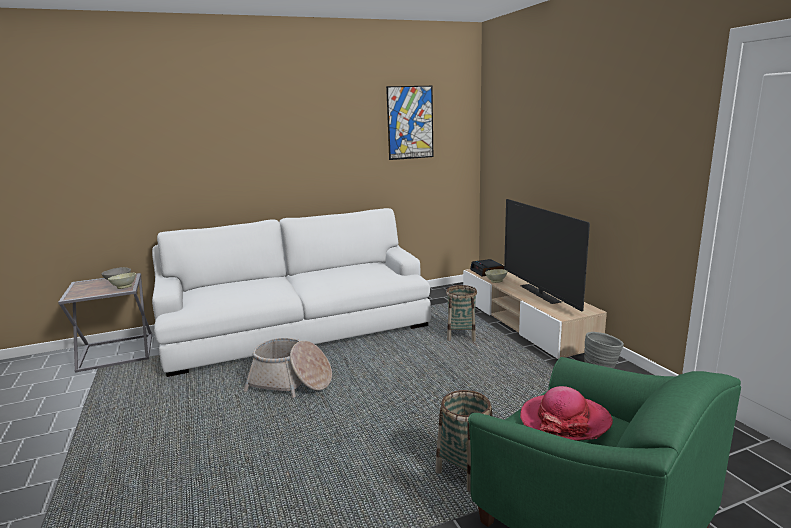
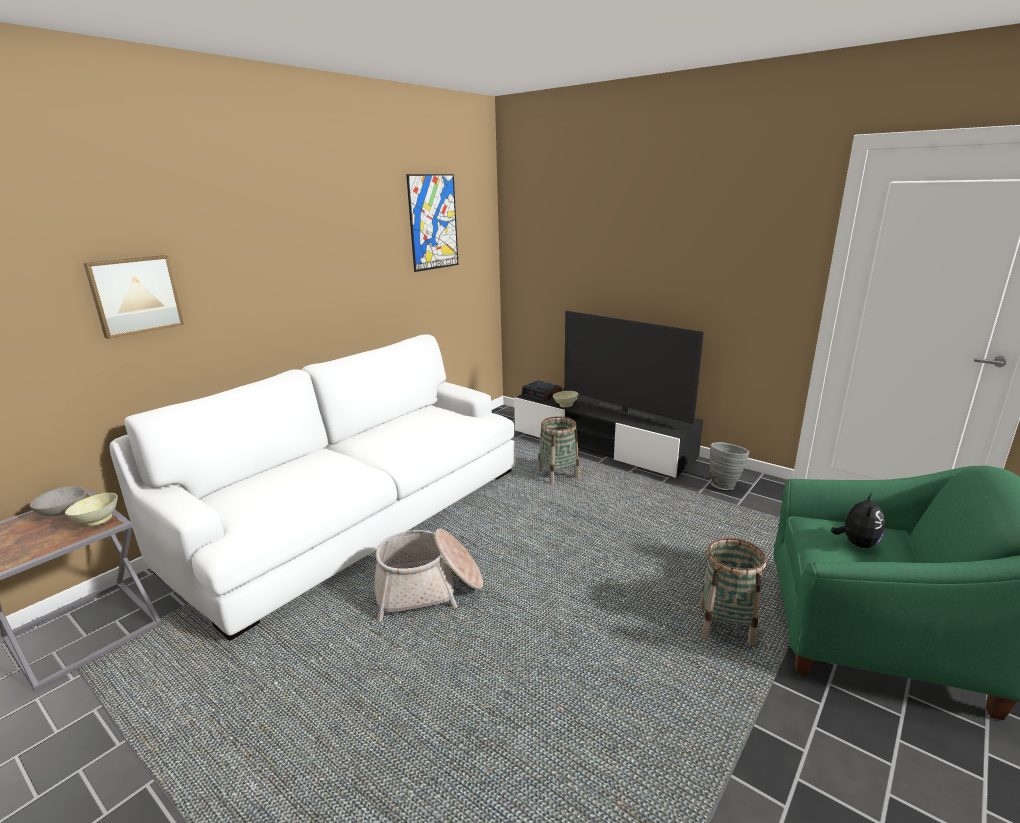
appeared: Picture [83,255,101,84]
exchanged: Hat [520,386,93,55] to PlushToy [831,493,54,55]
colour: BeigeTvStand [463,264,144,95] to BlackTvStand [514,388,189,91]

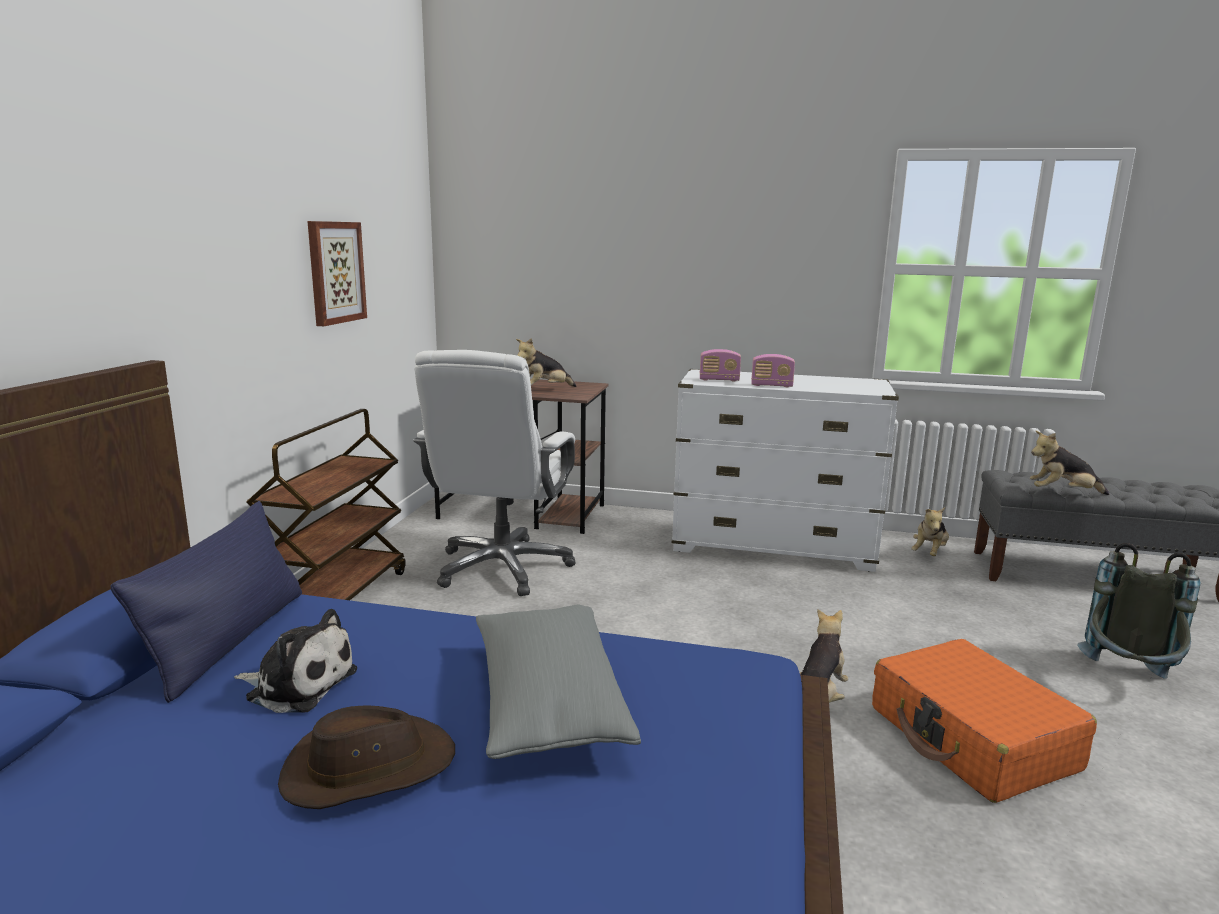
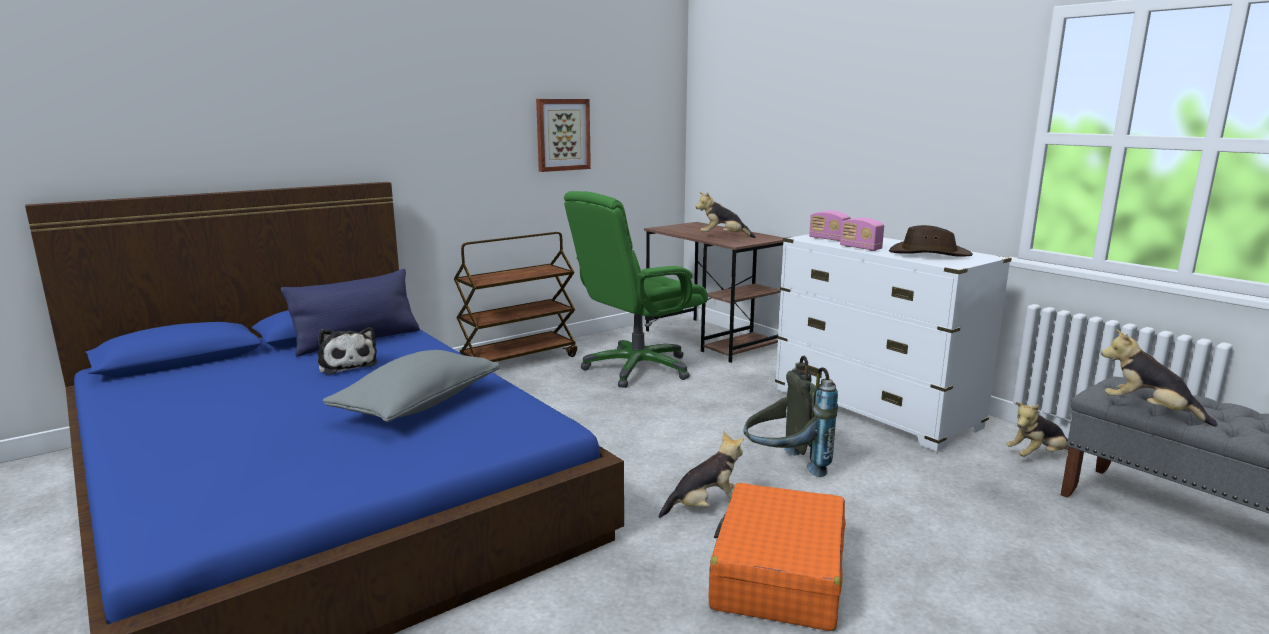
relocated: BrownHat [278,706,177,103] to [889,225,84,32]; GreyBackpack [1077,543,124,135] to [743,356,95,121]
colour: WhiteOfficeChair [413,350,163,246] to GreenOfficeChair [564,191,144,197]

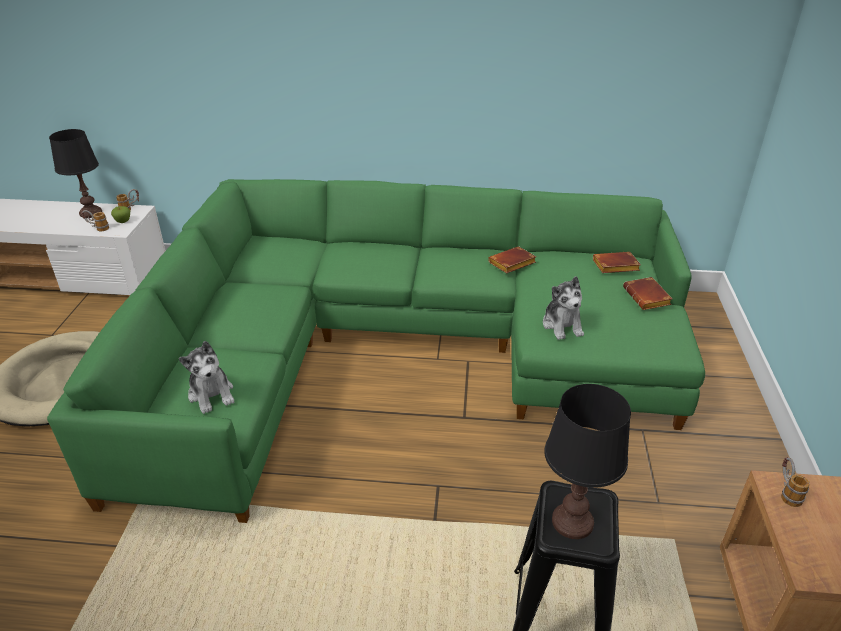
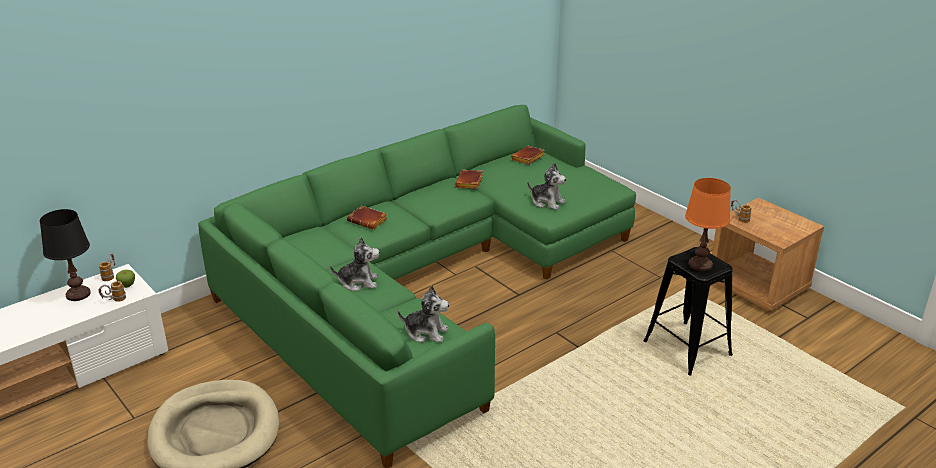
appeared: PlushToy [330,237,50,54]
relocated: BrownBook [623,277,49,33] to [347,206,41,24]
colour: BlackTableLamp [544,384,87,155] to OrangeTableLamp [685,178,46,93]

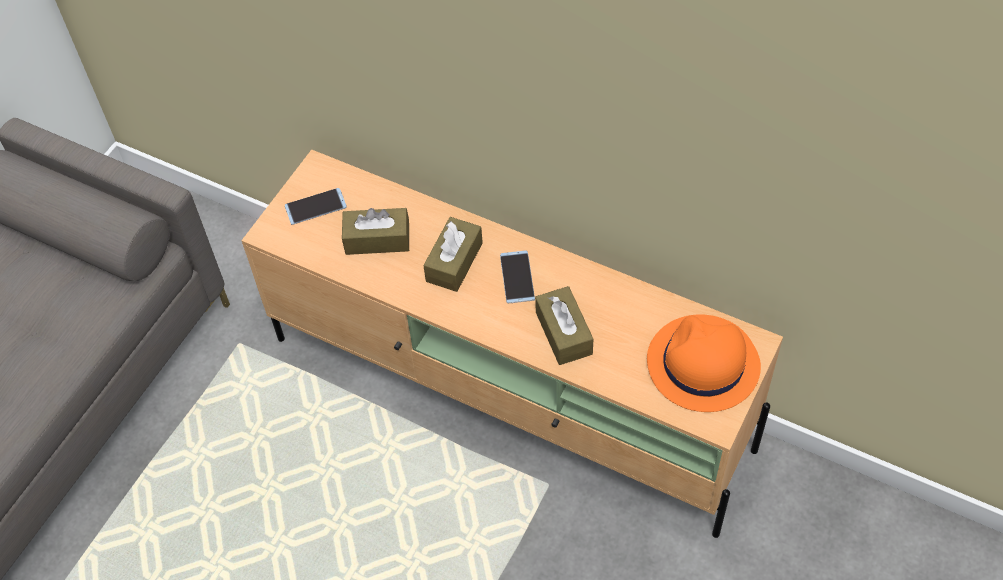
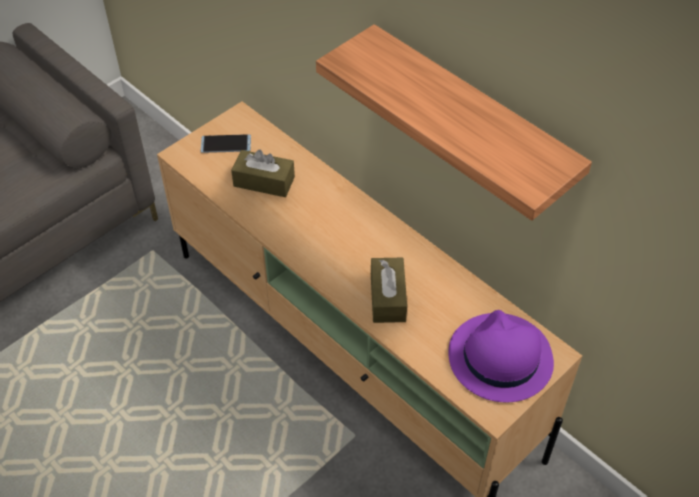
missing: BrownTissueBox [423,217,60,75]; Phone [500,251,35,52]
appeared: Shelf [316,24,276,197]
colour: OrangeHat [647,315,114,97] to PurpleHat [449,310,105,93]

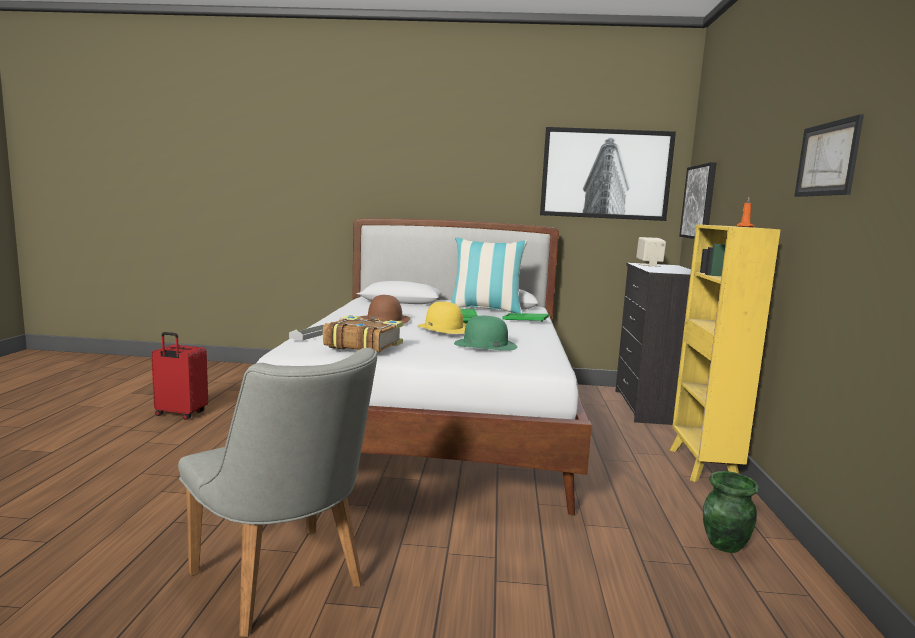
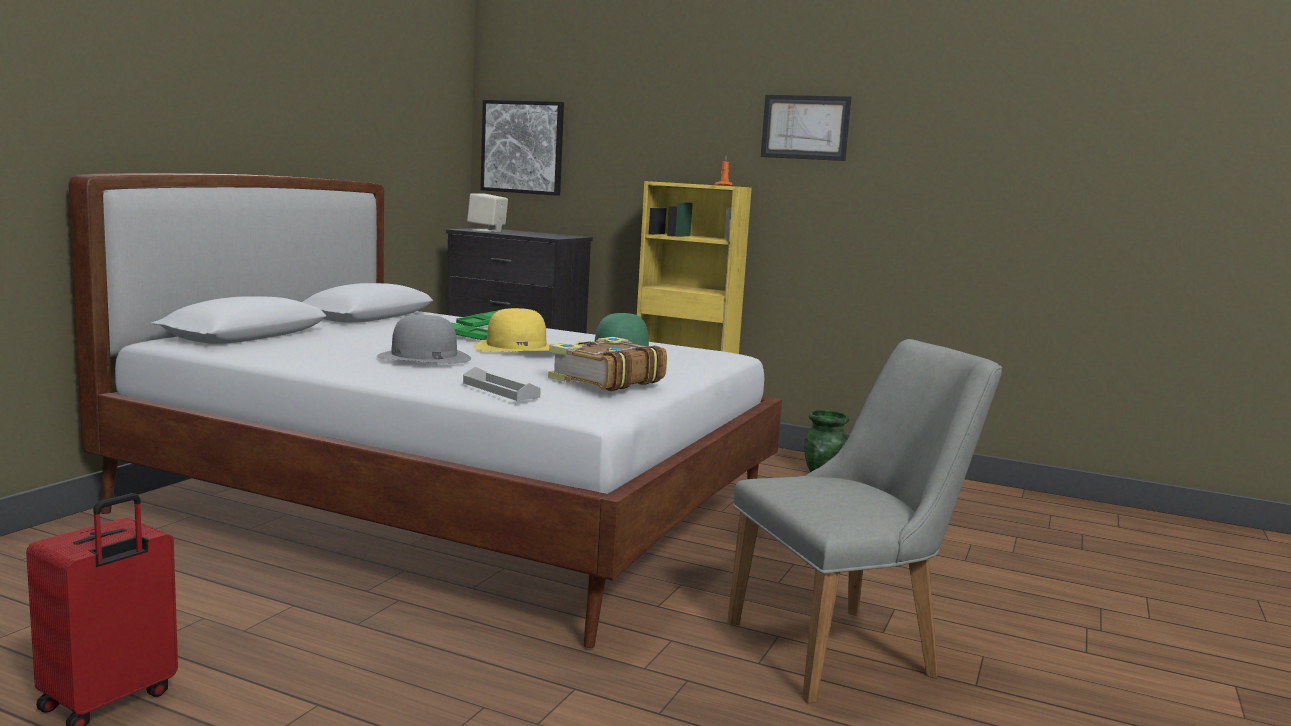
missing: Pillow [451,237,76,76]; Picture [540,127,136,94]
colour: BrownHat [360,295,50,29] to GreyHat [377,315,94,49]

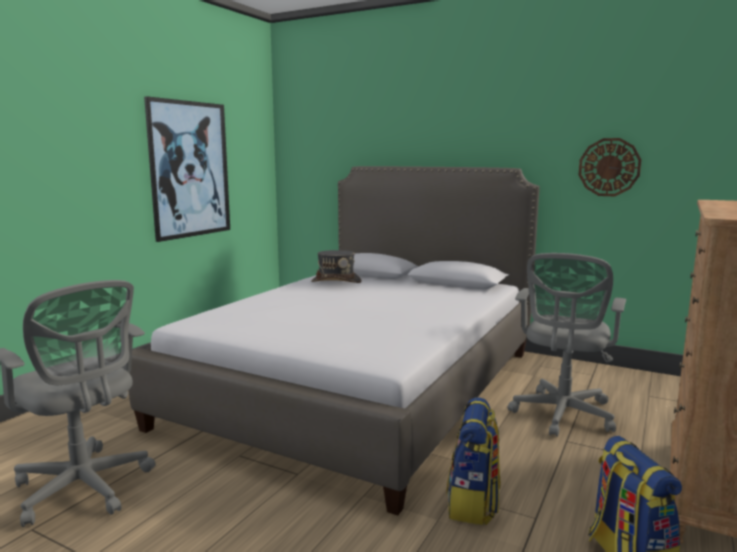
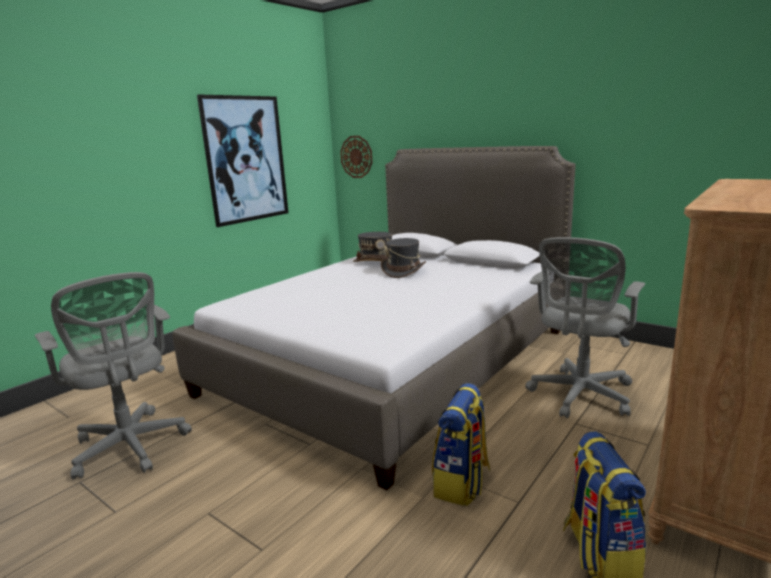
appeared: GreyHat [381,238,45,40]
relocated: WallClock [579,138,62,58] to [340,136,32,42]

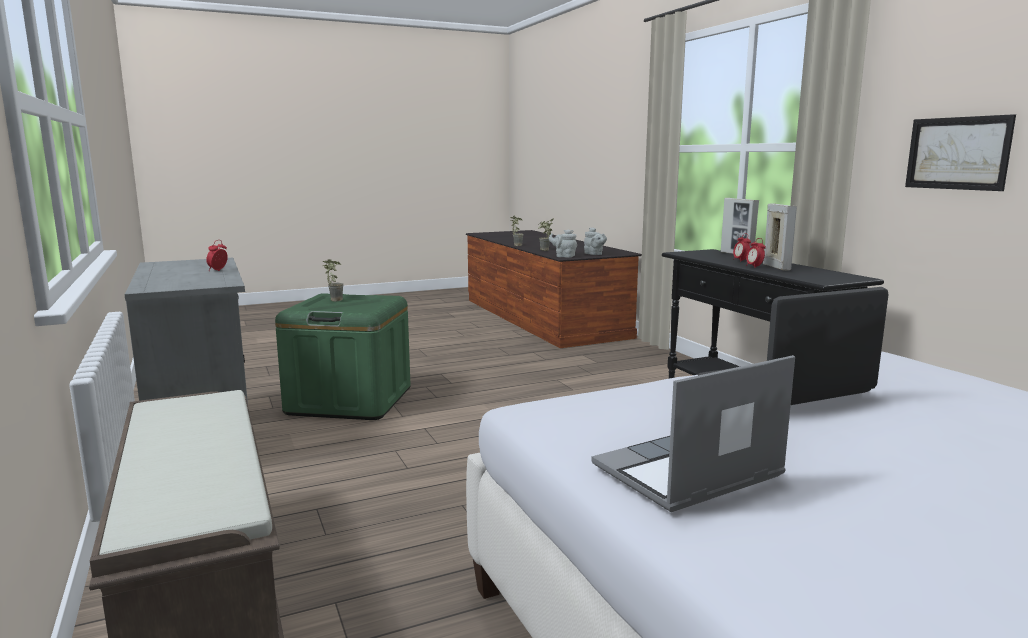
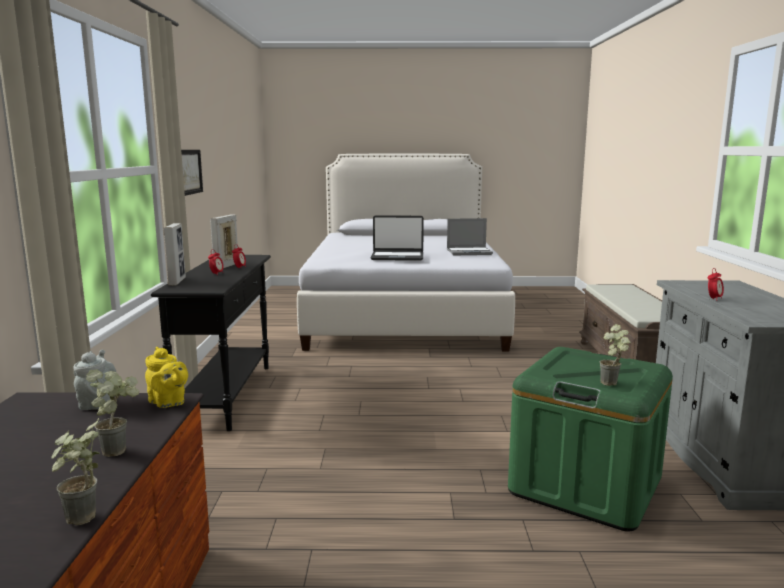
colour: GreyTeapot [549,229,28,29] to YellowTeapot [145,347,43,61]

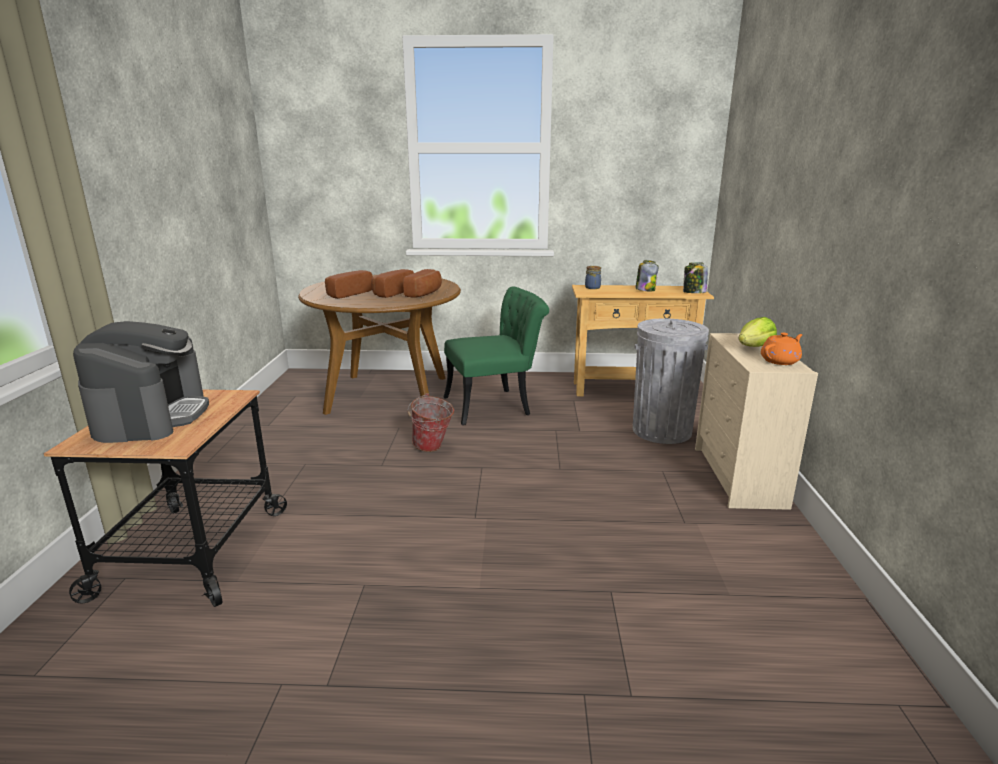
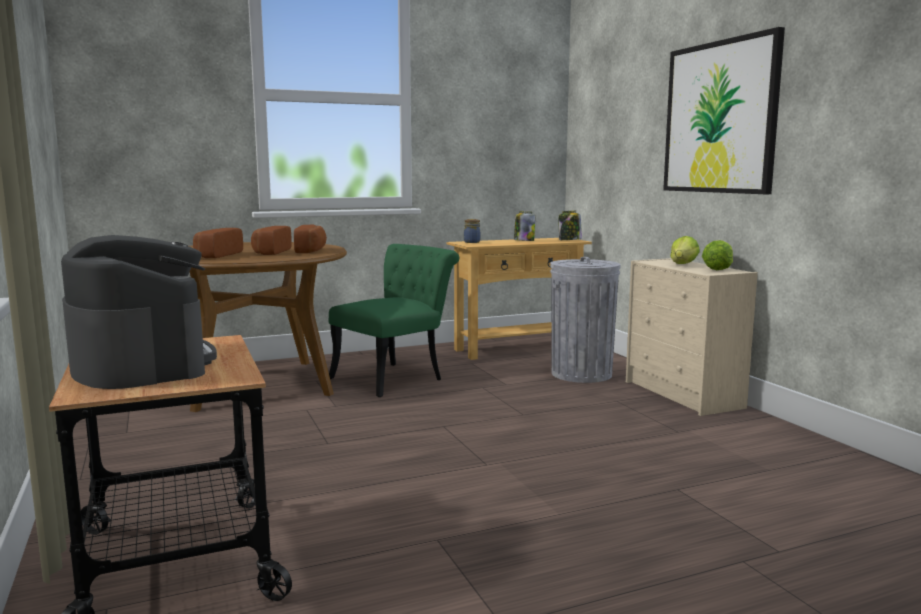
missing: Bucket [407,393,47,59]
appeared: Picture [663,27,122,167]
exchanged: OrangeTeapot [761,333,42,32] to Lettuce [702,240,31,30]

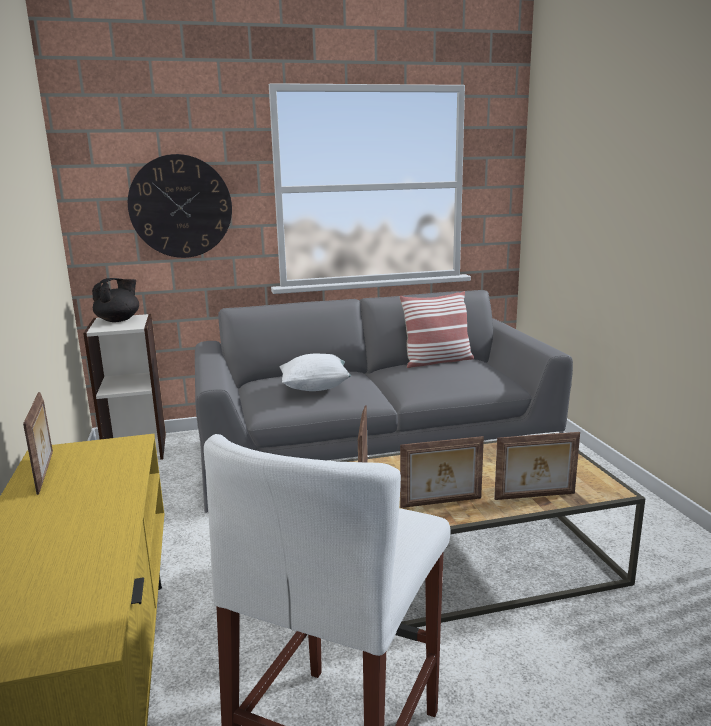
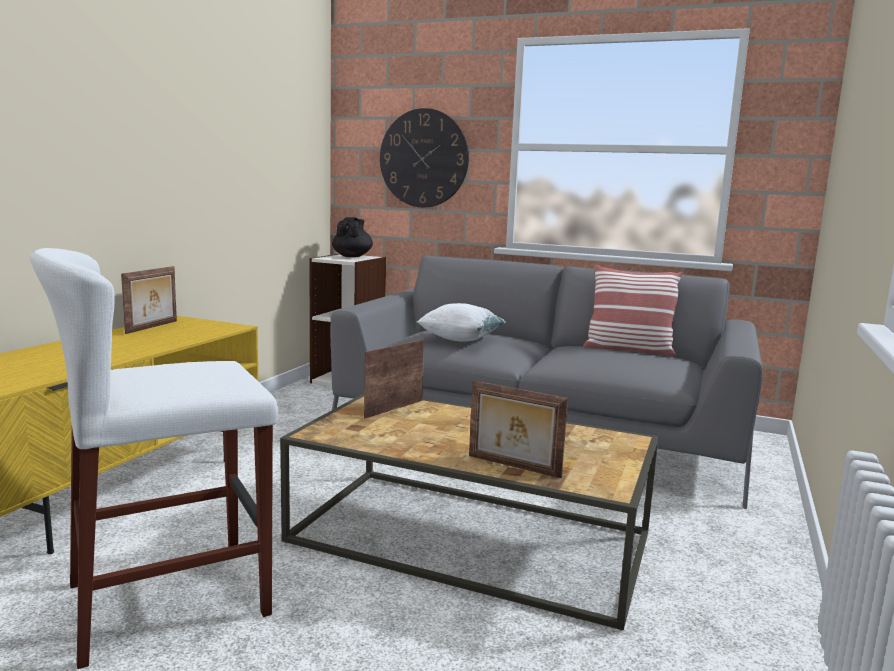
missing: PictureFrame [400,436,84,72]
spun: BlackTeapot [92,278,47,44] = [332,217,41,40] 60 degrees counterclockwise

